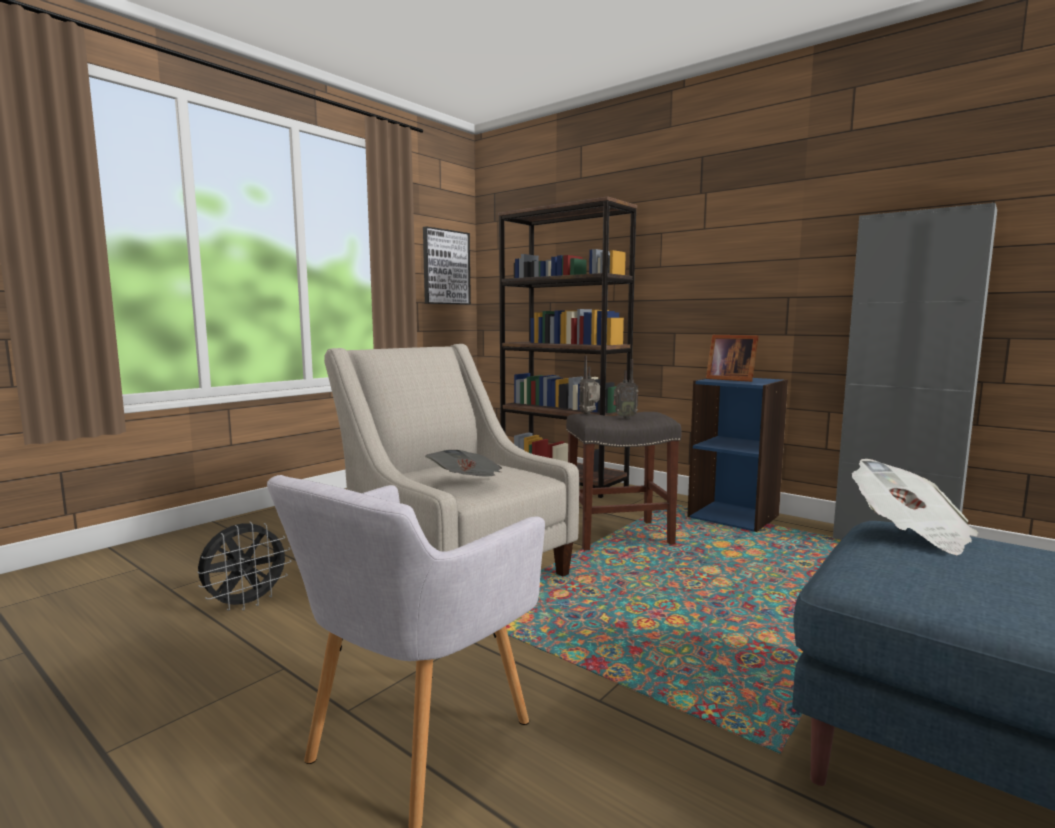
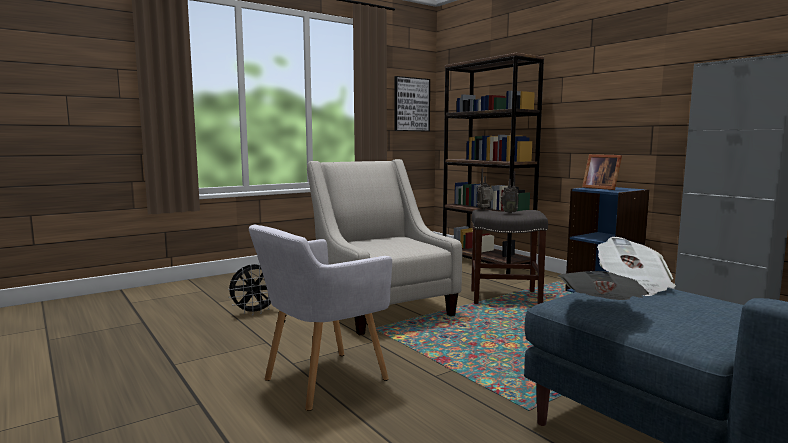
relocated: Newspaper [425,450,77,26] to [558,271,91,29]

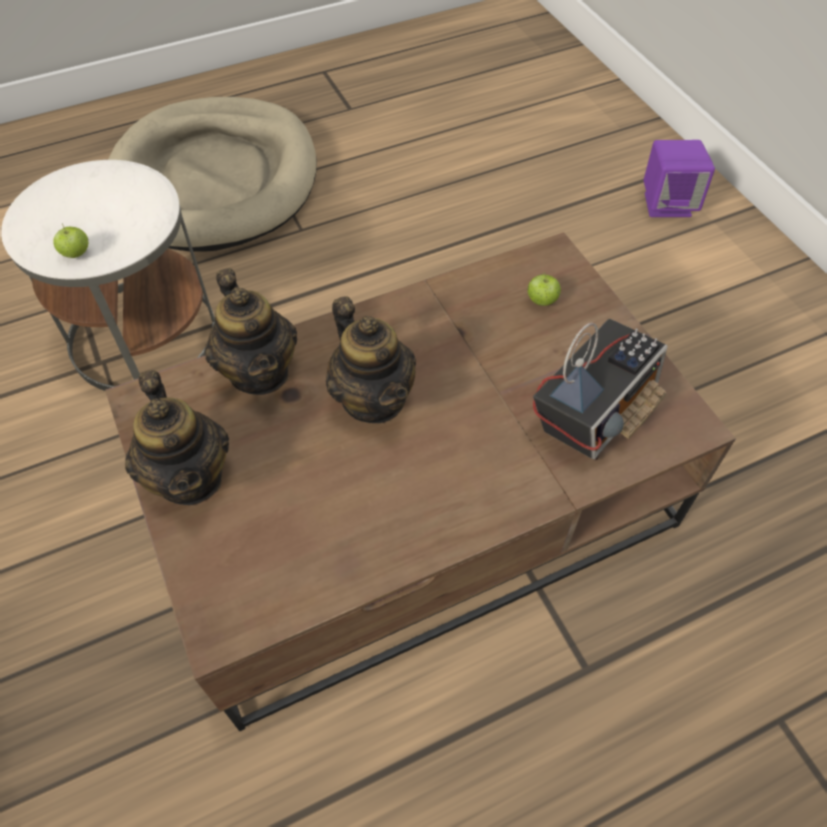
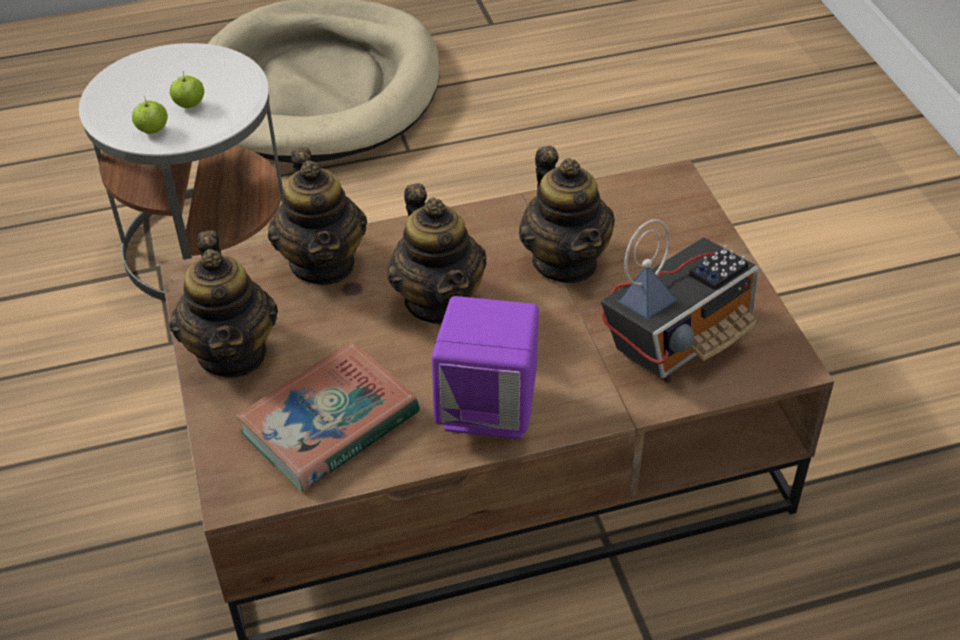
appeared: Book [236,341,184,151]; Teapot [519,146,96,137]
relocated: Apple [527,272,34,34] to [170,72,34,36]; PurpleSpeaker [644,140,71,77] to [432,296,107,143]

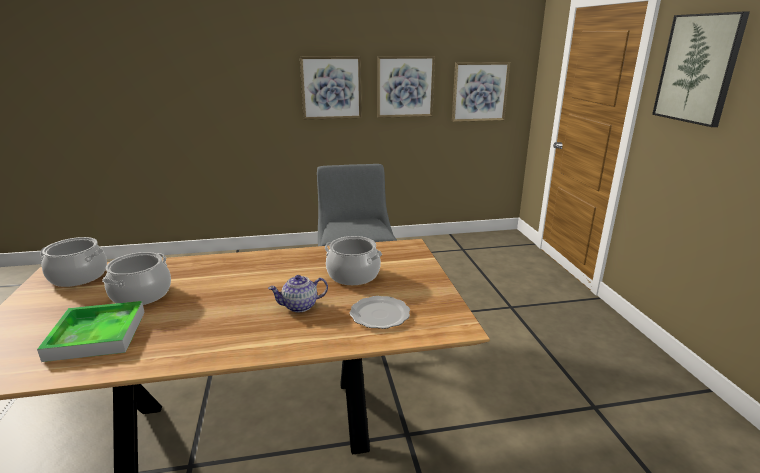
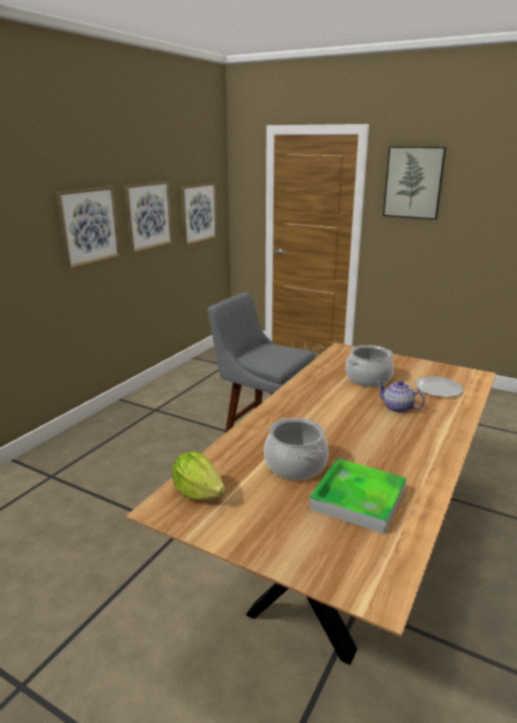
exchanged: CookingPot [40,237,67,50] to Lettuce [172,451,54,49]
spun: Teapot [268,275,60,37] = [376,381,49,32] 105 degrees clockwise

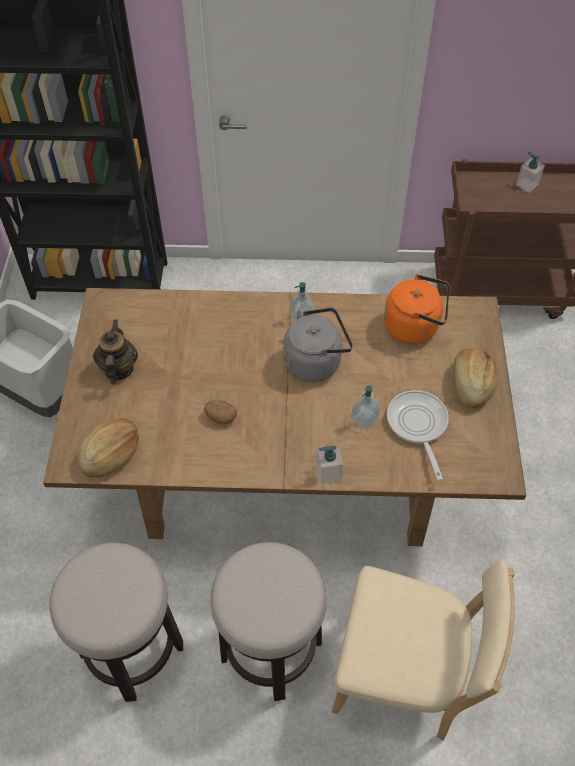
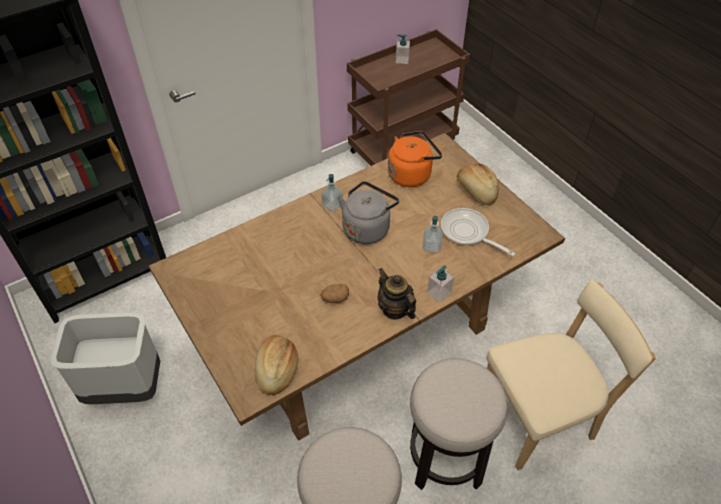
relocated: Teapot [93,320,45,64] to [378,268,38,52]

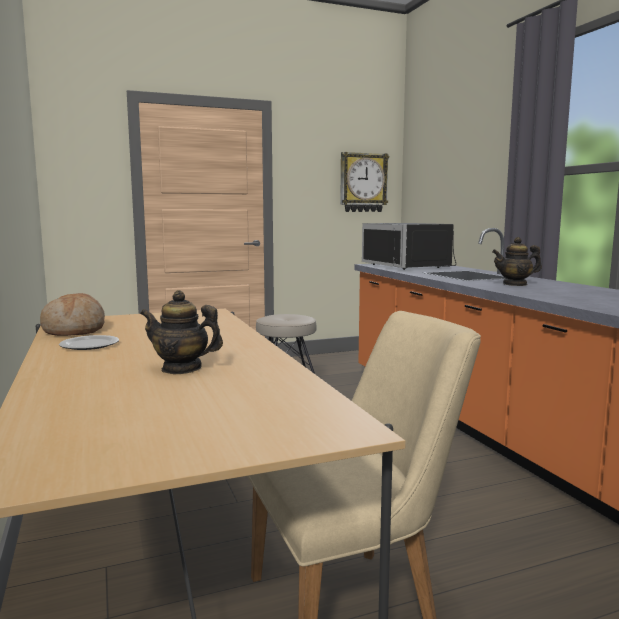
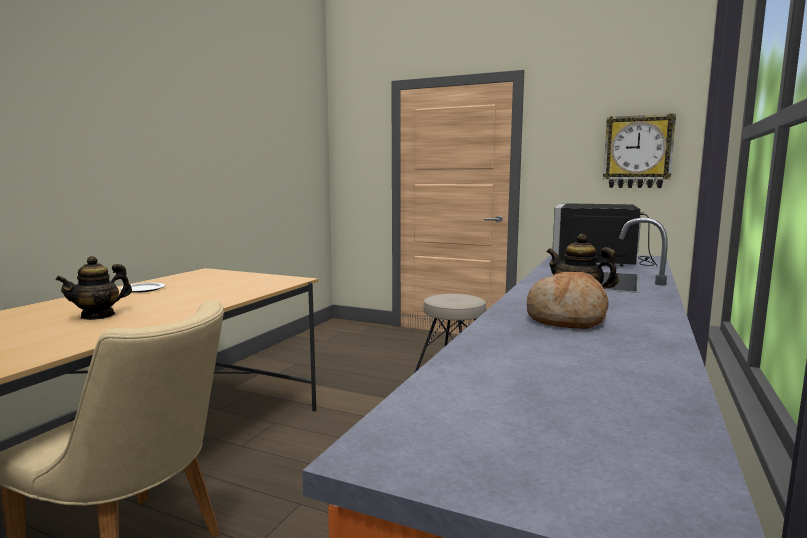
relocated: Bread [40,293,65,43] to [527,272,82,57]
spun: Teapot [140,290,83,84] = [55,256,77,64] 105 degrees counterclockwise

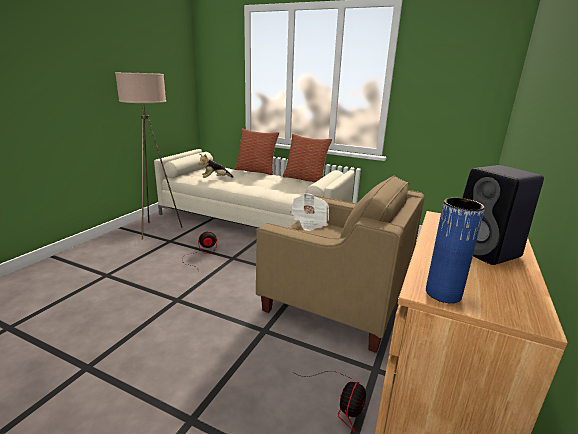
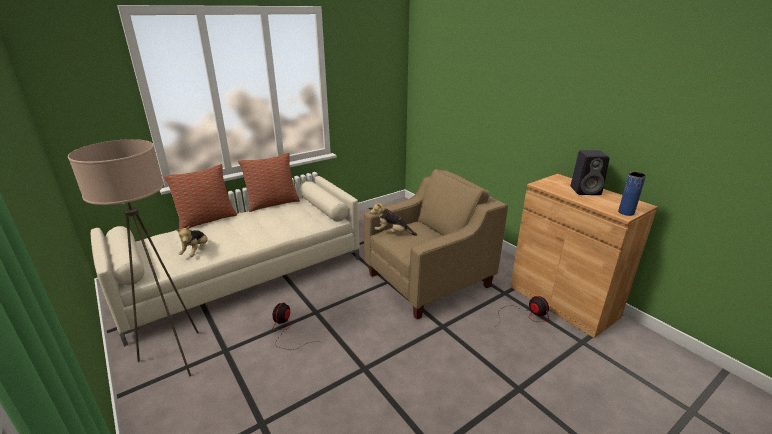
exchanged: Newspaper [290,193,39,38] to PlushToy [370,200,47,36]

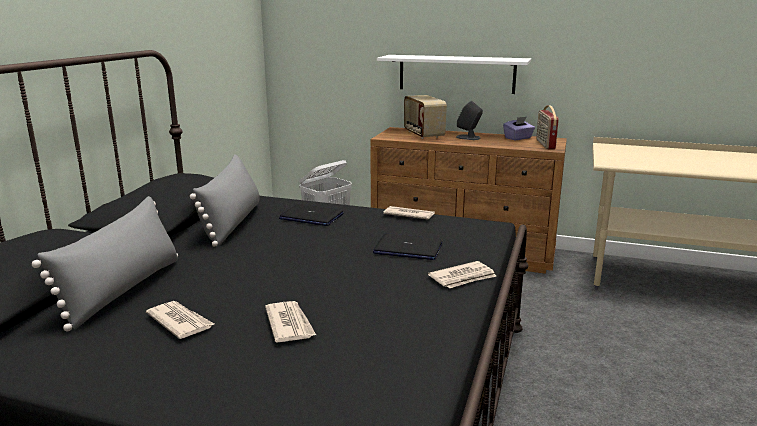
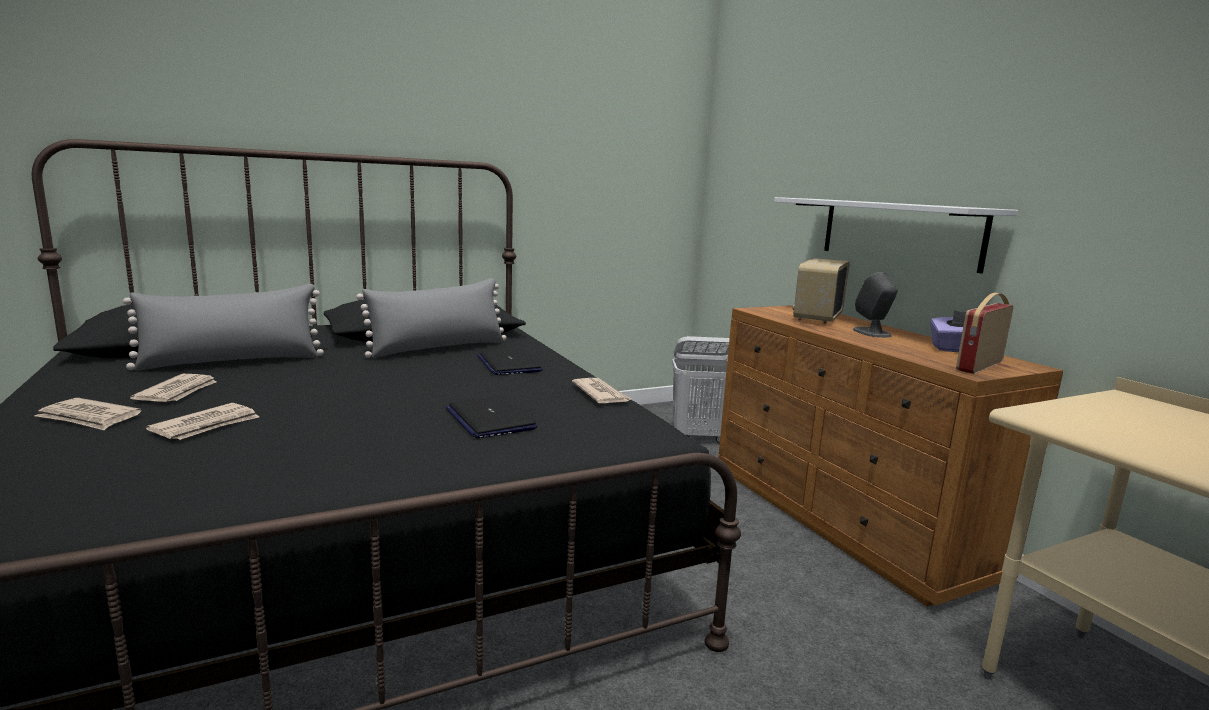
relocated: Newspaper [428,261,69,27] to [34,398,108,32]

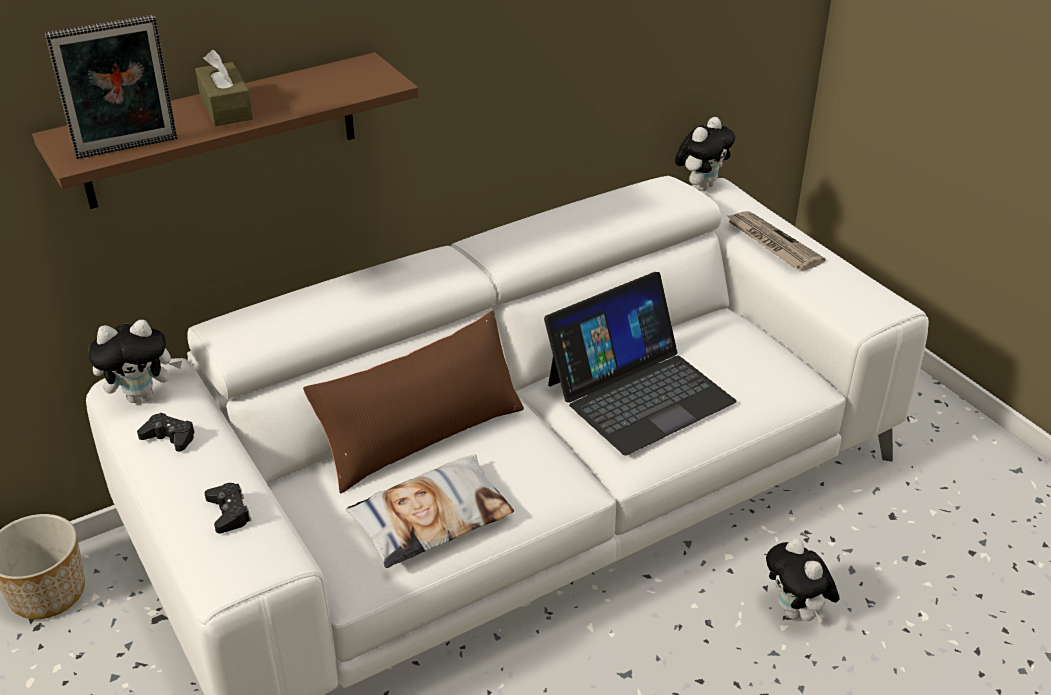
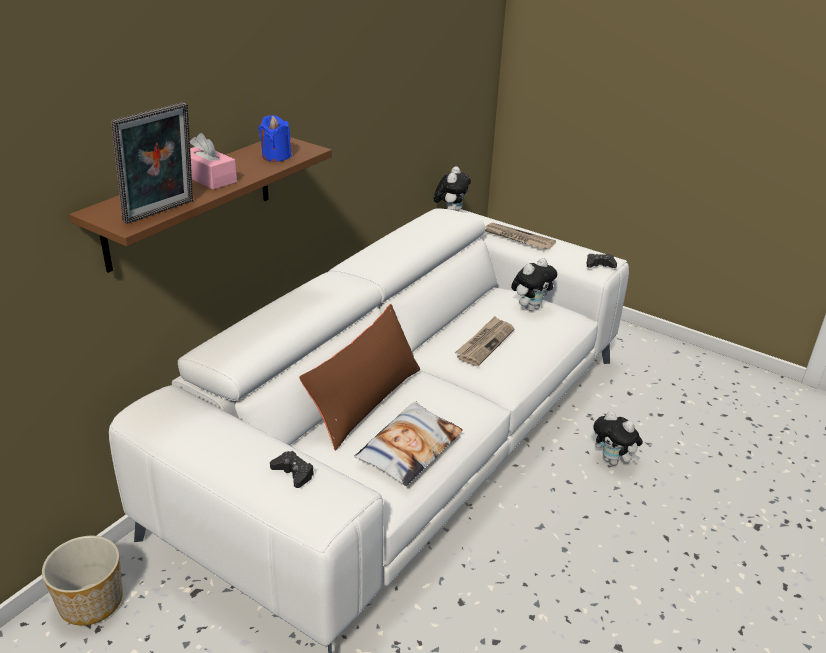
appeared: BlueCandle [258,115,34,47]
relocated: PlushToy [88,320,94,83] to [511,258,46,53]; BlackGameController [137,413,58,39] to [587,254,30,14]
exchanged: Laptop [544,272,193,184] to Newspaper [455,316,59,50]
colour: BrownTissueBox [195,50,58,76] to PinkTissueBox [190,133,47,57]

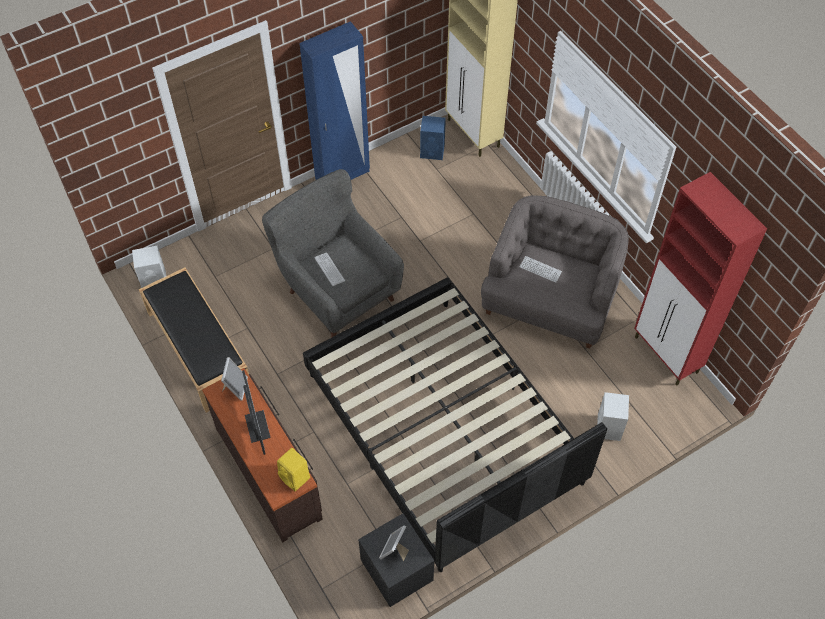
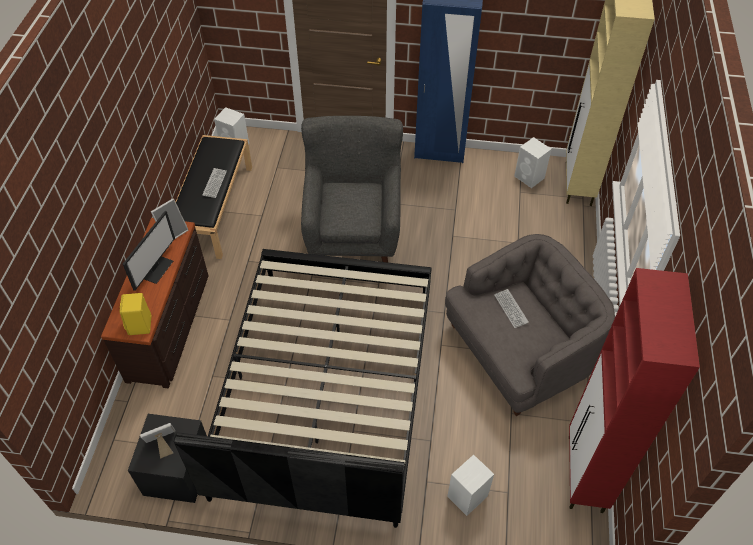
relocated: Keyboard [314,253,31,33] to [202,168,25,30]
colour: BlueSpeaker [420,116,26,44] to WhiteSpeaker [514,137,38,51]

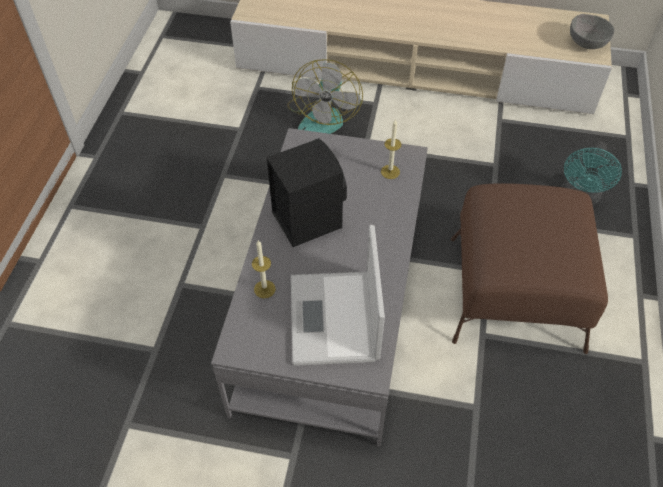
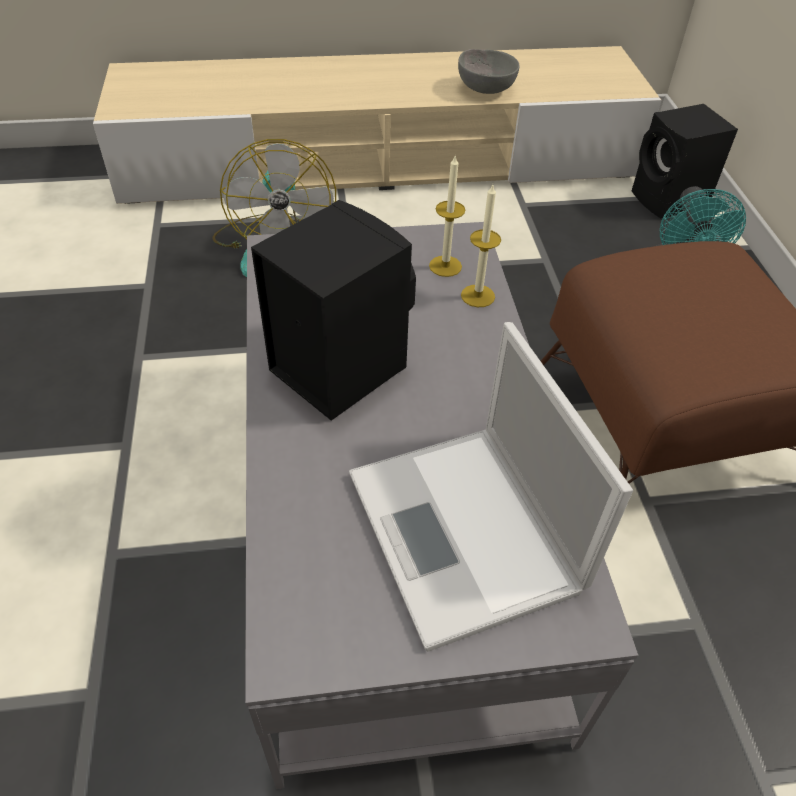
appeared: BlackSpeaker [632,104,106,114]
relocated: Candle [252,240,24,58] to [461,185,40,122]; GreyBowl [570,14,44,35] to [458,49,62,45]

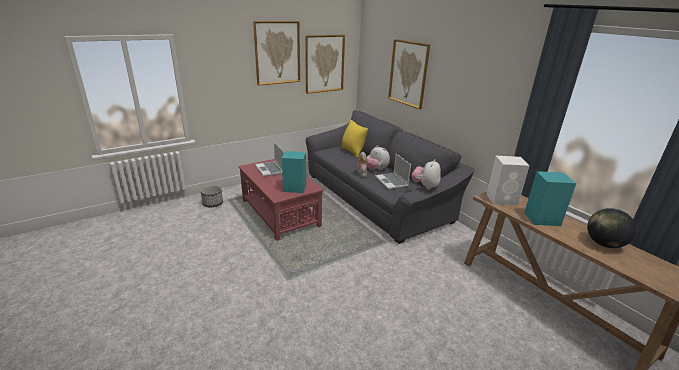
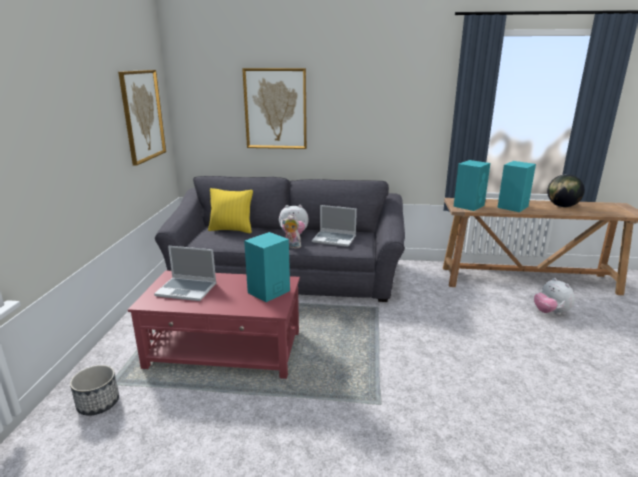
missing: Picture [253,21,47,65]
relocated: PlushToy [411,159,30,31] to [534,278,41,37]
colour: WhiteSpeaker [487,156,42,50] to TurquoiseSpeaker [453,160,37,51]

